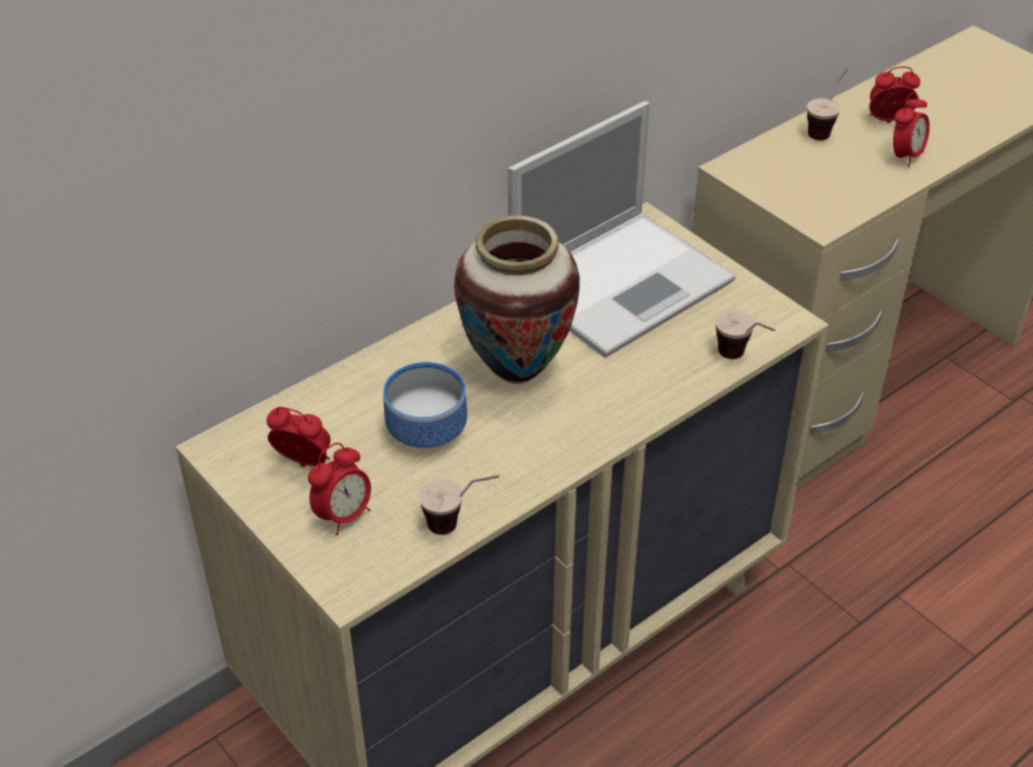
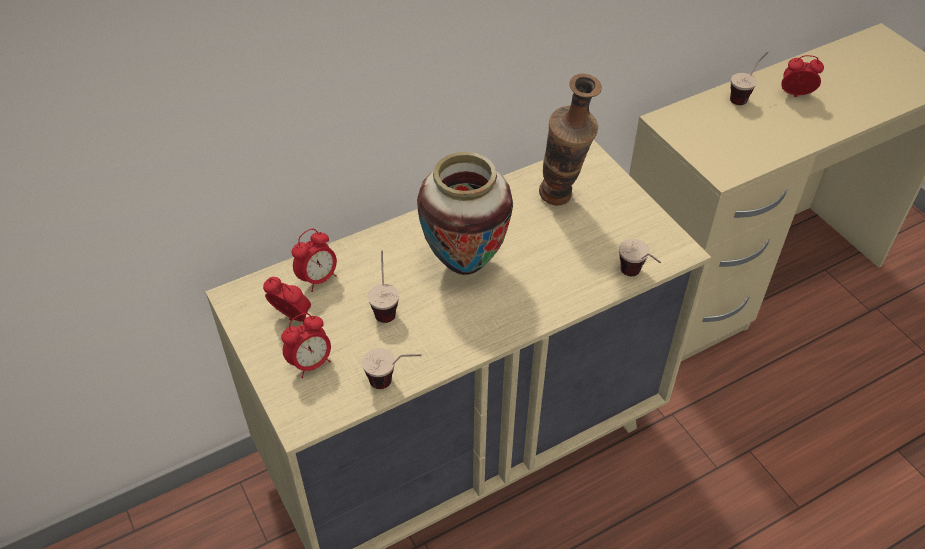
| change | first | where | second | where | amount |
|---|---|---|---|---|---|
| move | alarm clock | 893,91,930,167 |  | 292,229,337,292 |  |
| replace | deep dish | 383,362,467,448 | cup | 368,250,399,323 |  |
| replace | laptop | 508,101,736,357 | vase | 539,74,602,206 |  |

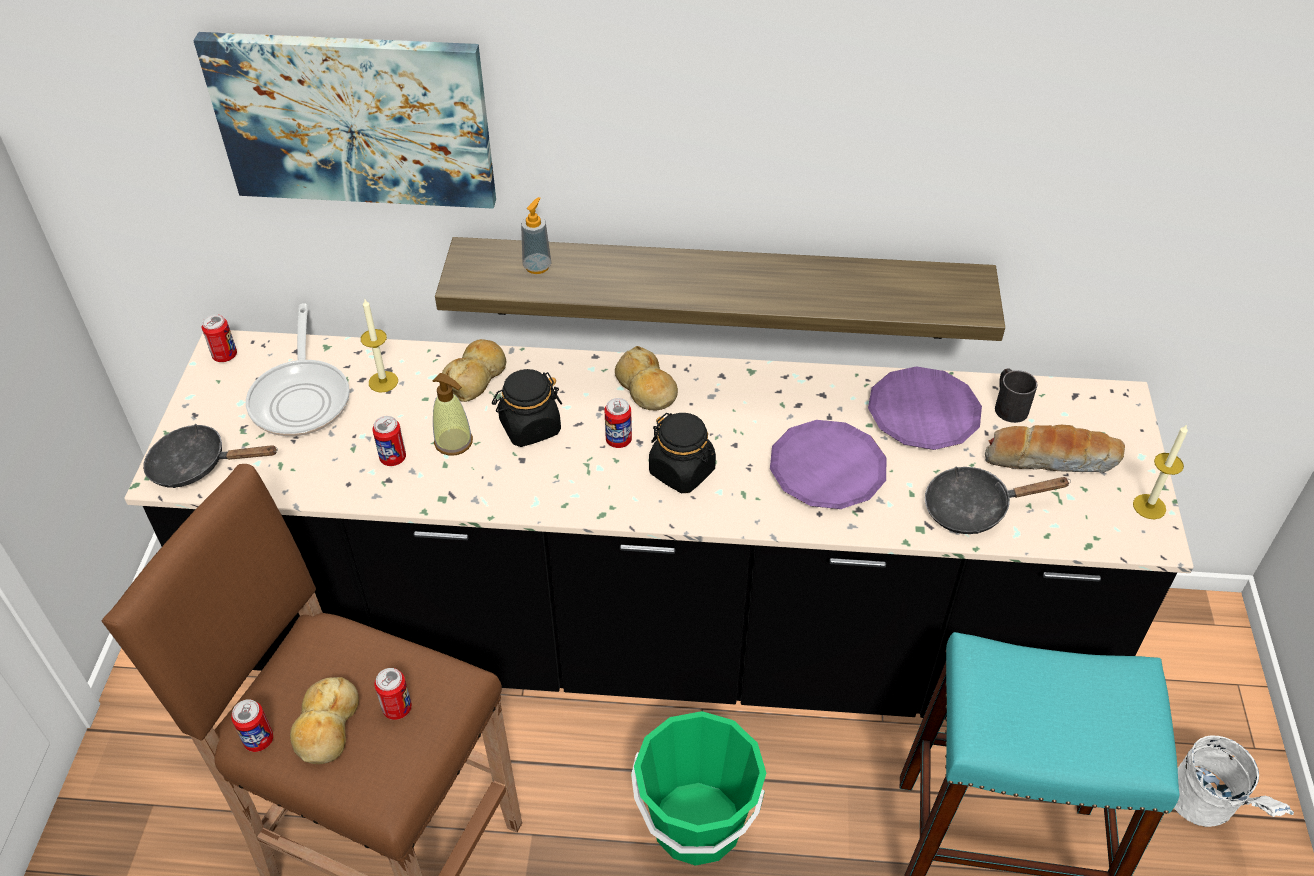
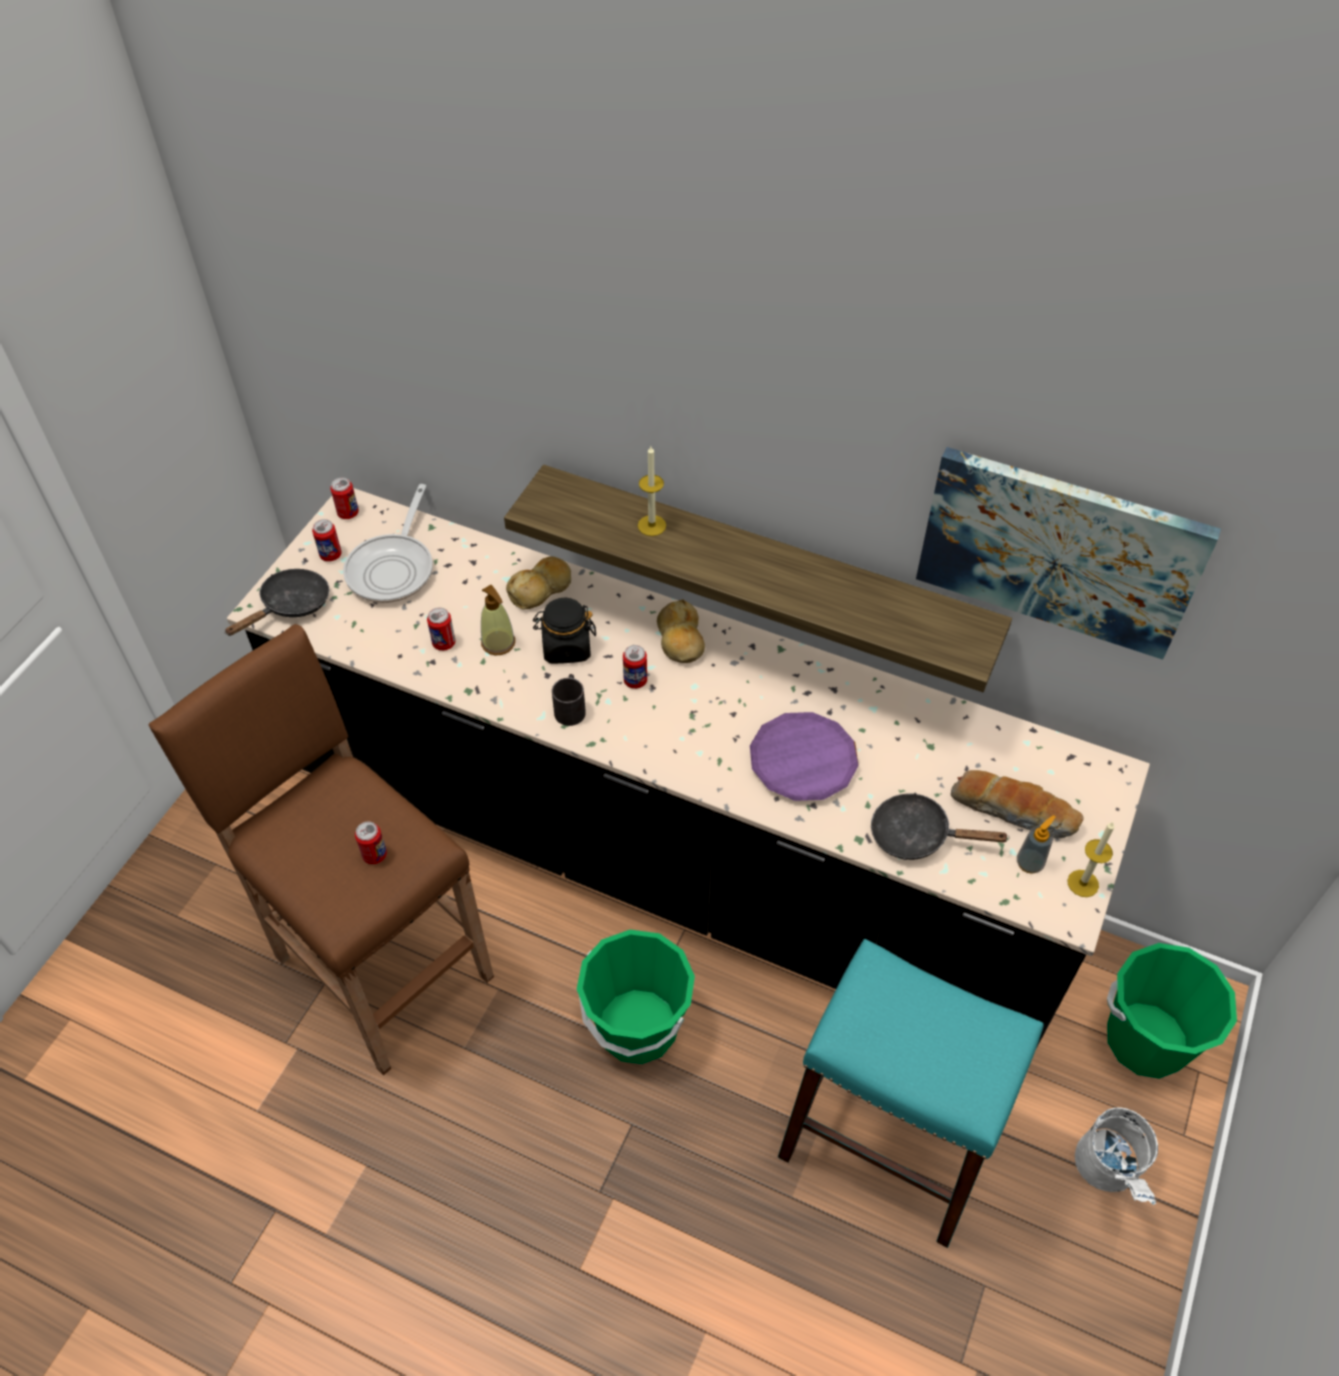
| change | first | where | second | where | amount |
|---|---|---|---|---|---|
| rotate | black-coloured frying pan | 143,424,278,488 |  | 225,569,329,636 | 105 degrees clockwise |
| move | can | 231,699,273,752 |  | 312,519,342,562 |  |
| move | black-coloured mug | 995,369,1037,423 |  | 552,674,586,726 |  |
| move | wax light | 361,299,398,393 |  | 638,446,666,536 |  |
| move | picture | 193,32,496,209 |  | 916,447,1221,659 |  |
| move | liquid soap bottle | 521,197,552,274 |  | 1017,815,1055,874 |  |
| insert |  |  | green bucket | 1107,943,1237,1079 |  |
| delete | baked bread | 290,677,359,764 |  |  |  |
| delete | black-coloured storage jar | 649,413,716,493 |  |  |  |
| delete | purplish plate | 868,366,982,450 |  |  |  |

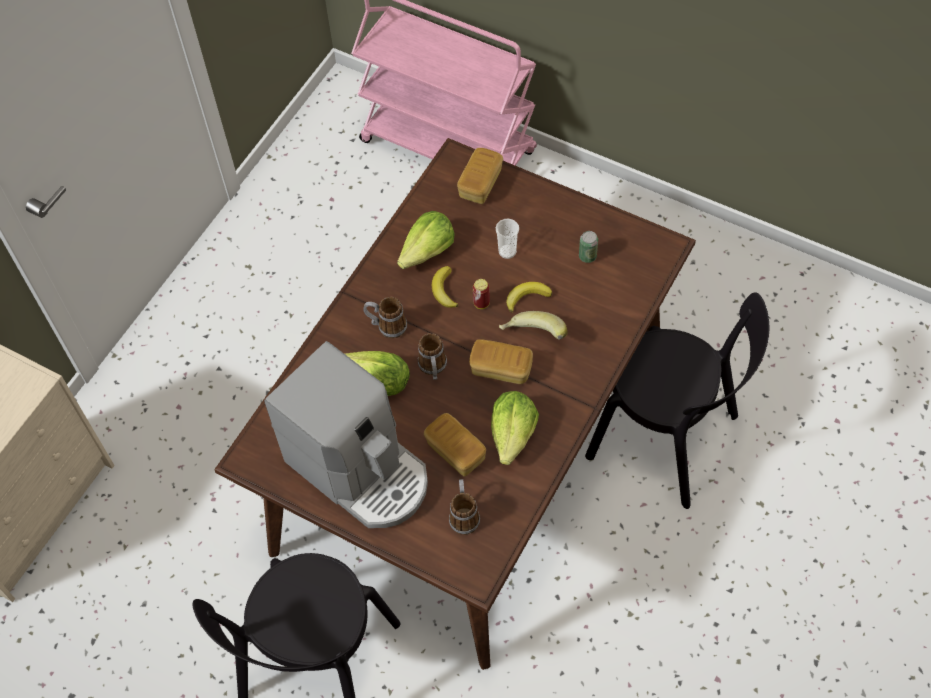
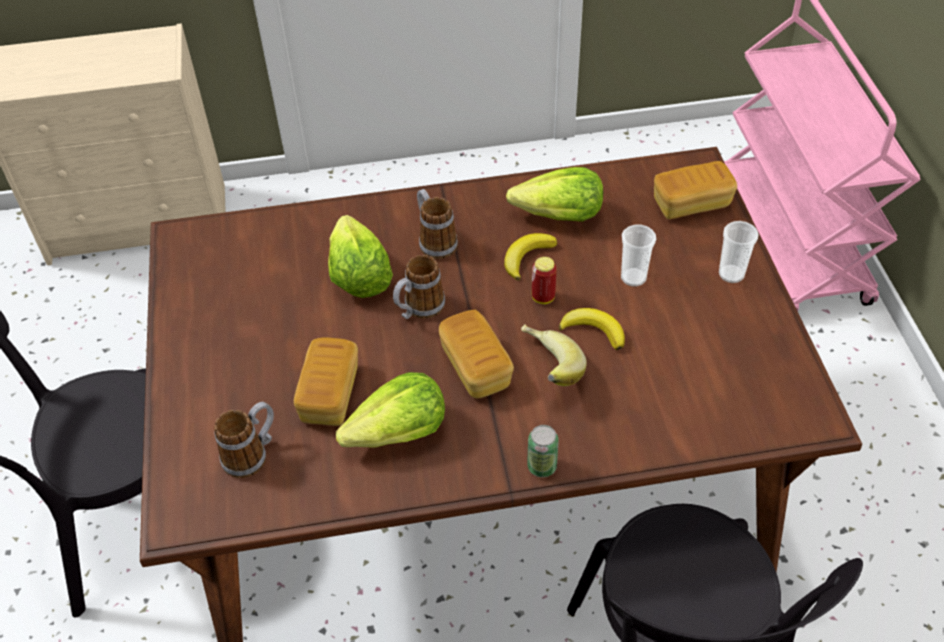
| change | first | where | second | where | amount |
|---|---|---|---|---|---|
| move | can | 579,231,598,263 |  | 527,425,559,477 |  |
| insert |  |  | cup | 719,221,759,283 |  |
| delete | coffee machine | 264,341,428,528 |  |  |  |

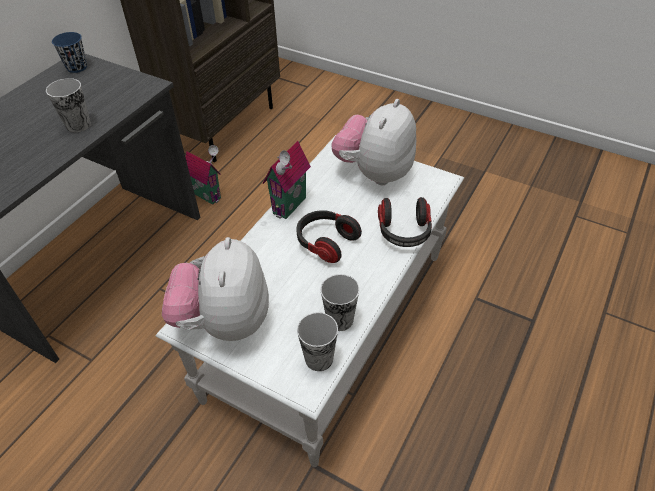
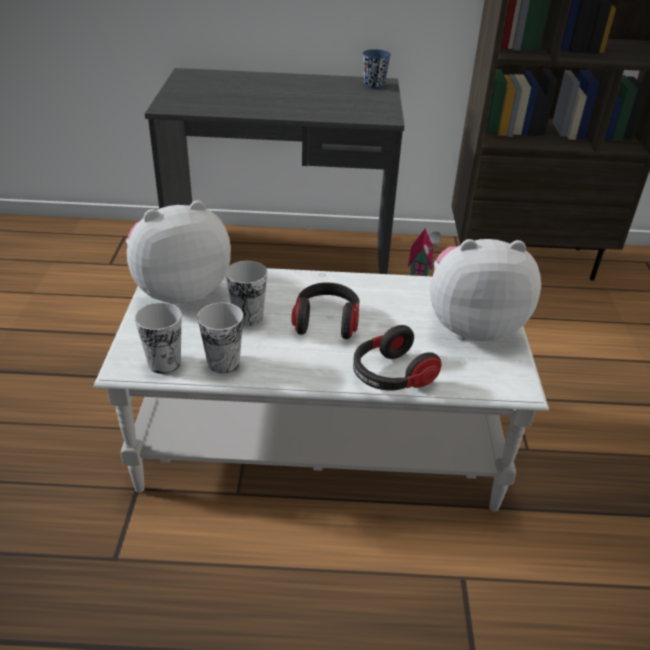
| change | first | where | second | where | amount |
|---|---|---|---|---|---|
| move | cup | 46,78,91,133 |  | 226,261,268,326 |  |
| delete | toy house | 263,141,311,219 |  |  |  |

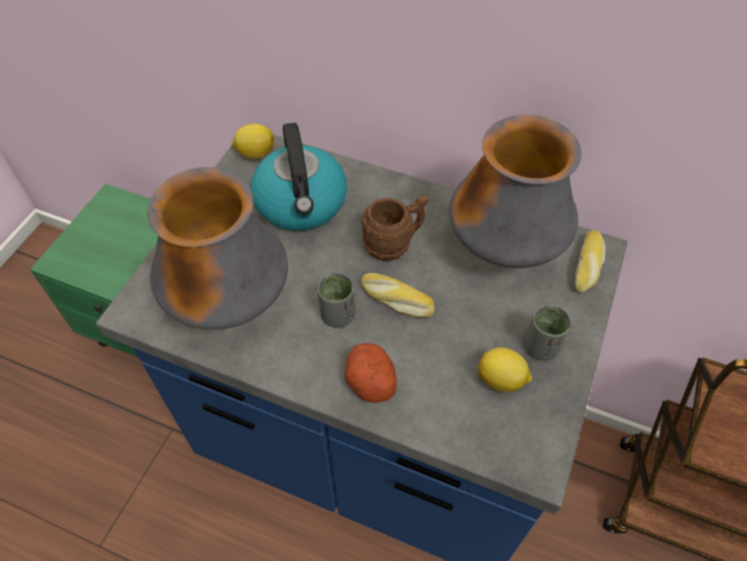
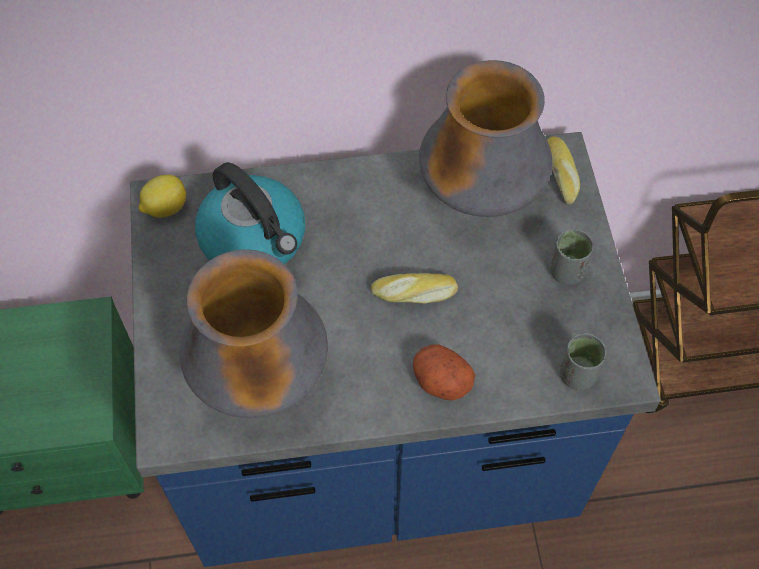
| change | first | where | second | where | amount |
|---|---|---|---|---|---|
| move | grey cup | 317,272,355,328 |  | 560,333,606,390 |  |
| delete | brown mug | 361,195,428,261 |  |  |  |
| delete | citrus fruit | 478,347,532,392 |  |  |  |

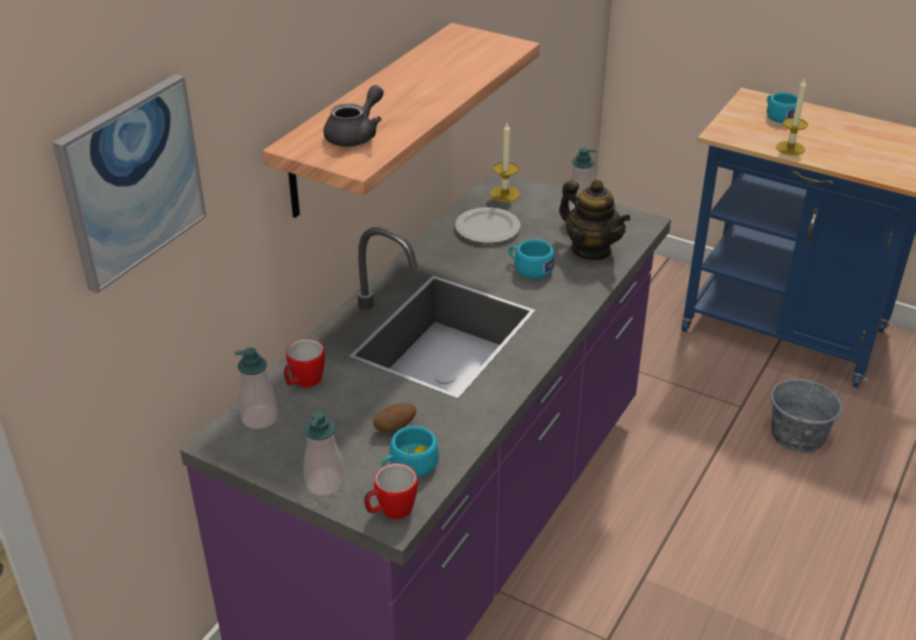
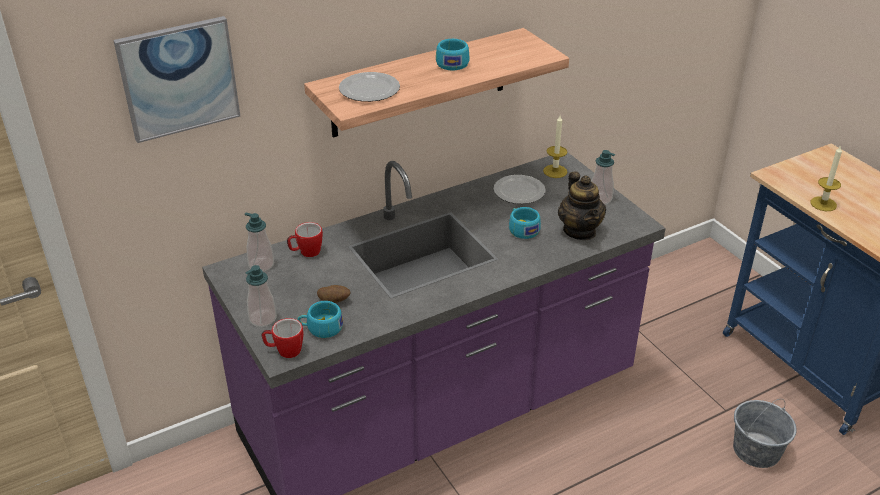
| change | first | where | second | where | amount |
|---|---|---|---|---|---|
| replace | grey teapot | 324,85,384,147 | plate | 339,72,400,102 |  |
| move | blue-green cup | 767,92,798,123 |  | 436,39,469,71 |  |

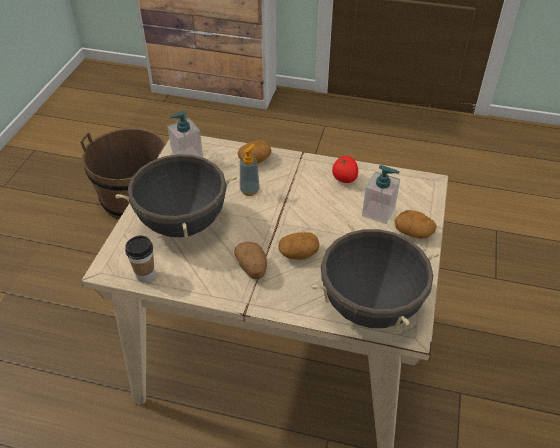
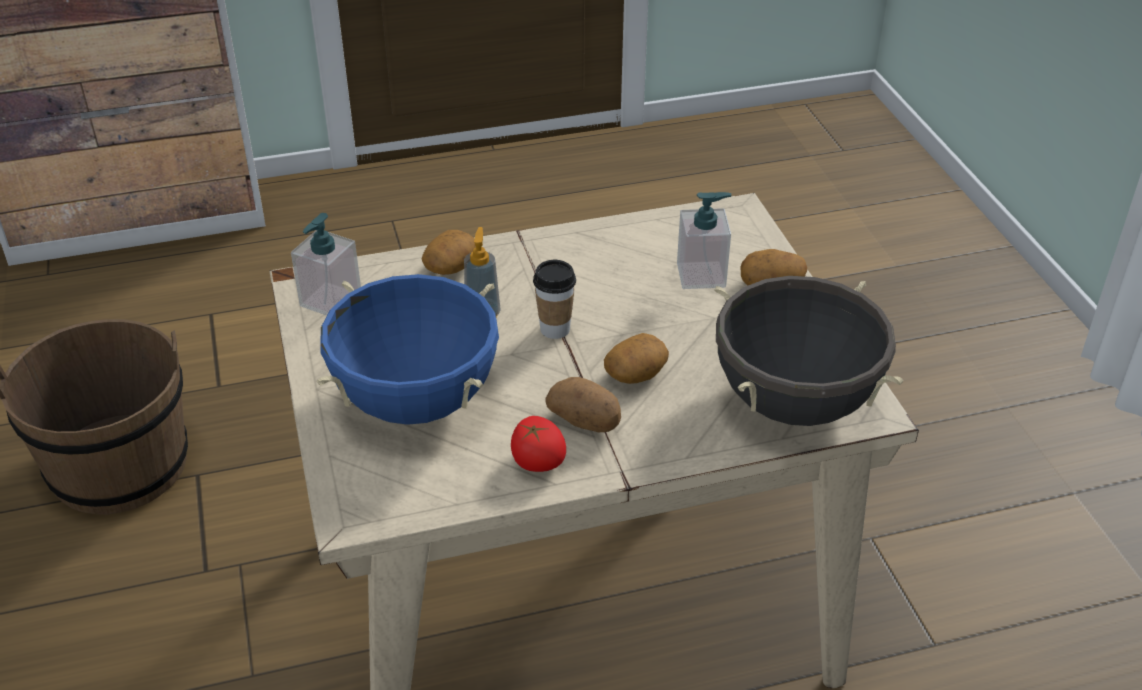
| change | first | where | second | where | amount |
|---|---|---|---|---|---|
| recolor | black-coloured cooking pot | 115,149,237,237 | bluish cooking pot | 317,274,499,425 |  |
| move | tomato | 332,156,358,183 |  | 511,416,566,472 |  |
| move | cup | 125,236,155,283 |  | 533,260,576,339 |  |

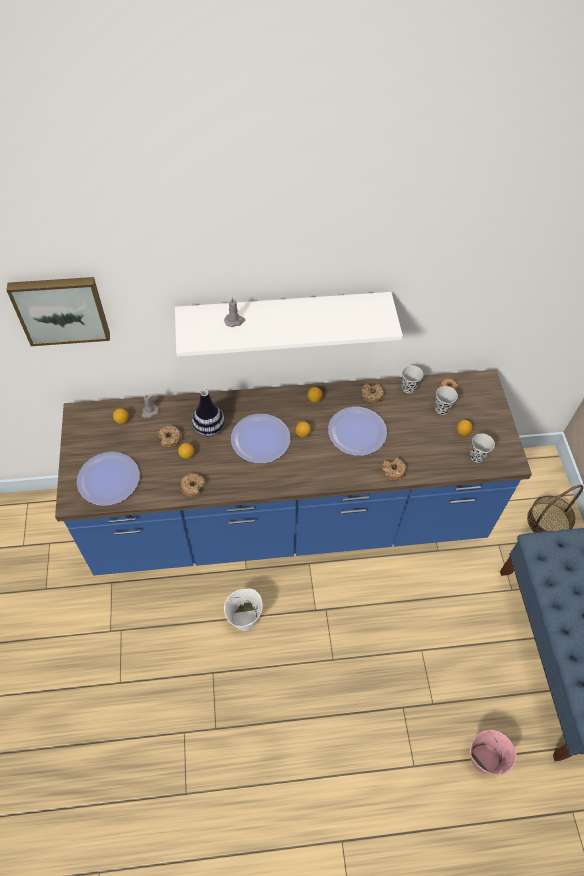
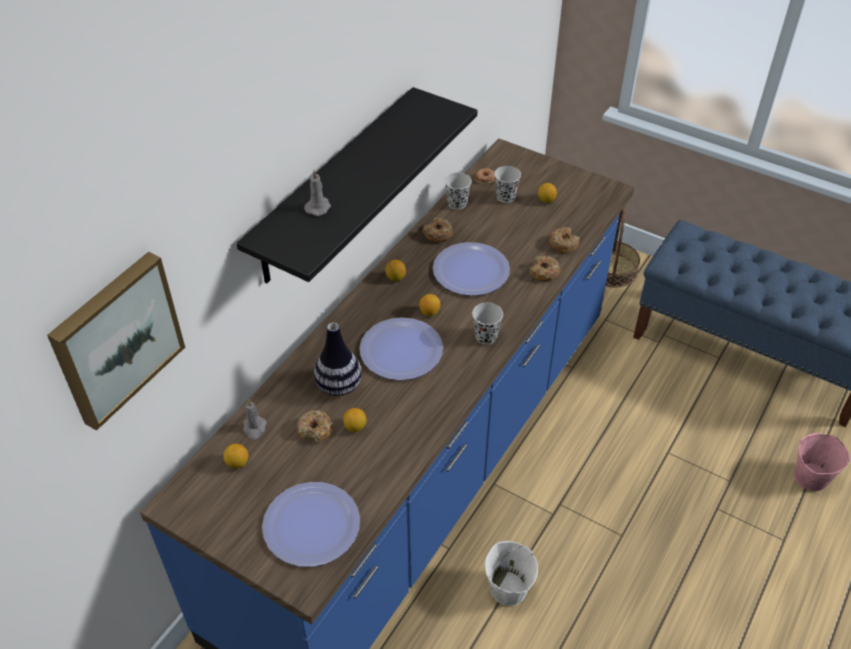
| change | first | where | second | where | amount |
|---|---|---|---|---|---|
| recolor | whitish shelf | 175,292,403,357 | black-coloured shelf | 236,87,477,284 |  |
| move | black-coloured cup | 470,434,495,463 |  | 472,303,503,345 |  |
| move | doughnut | 180,473,206,497 |  | 549,227,579,253 |  |

